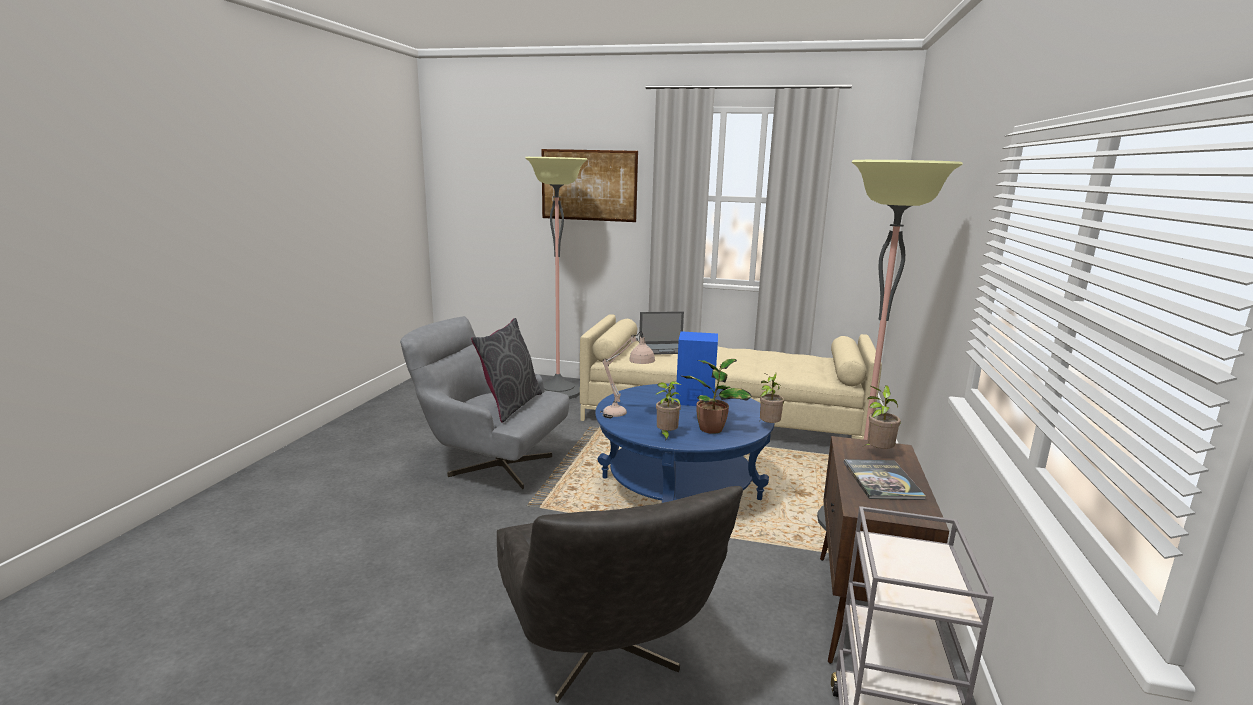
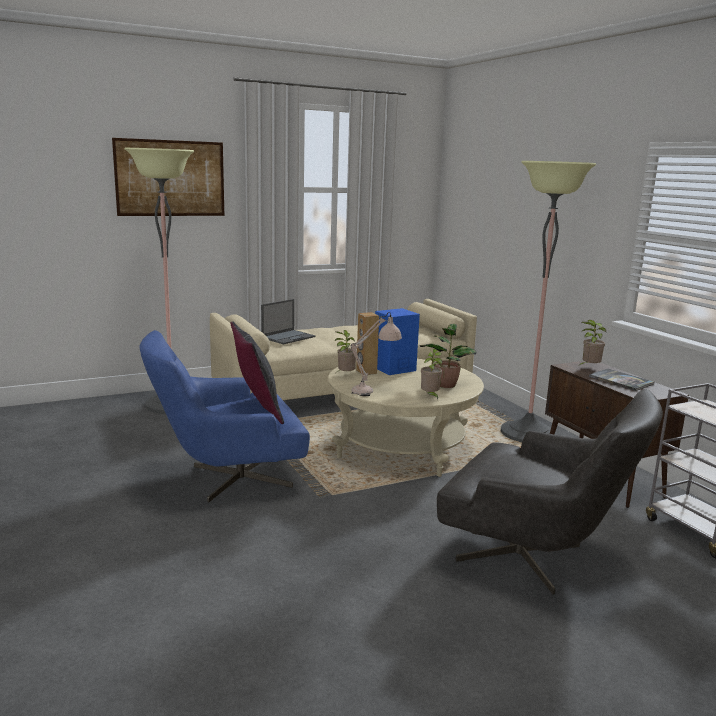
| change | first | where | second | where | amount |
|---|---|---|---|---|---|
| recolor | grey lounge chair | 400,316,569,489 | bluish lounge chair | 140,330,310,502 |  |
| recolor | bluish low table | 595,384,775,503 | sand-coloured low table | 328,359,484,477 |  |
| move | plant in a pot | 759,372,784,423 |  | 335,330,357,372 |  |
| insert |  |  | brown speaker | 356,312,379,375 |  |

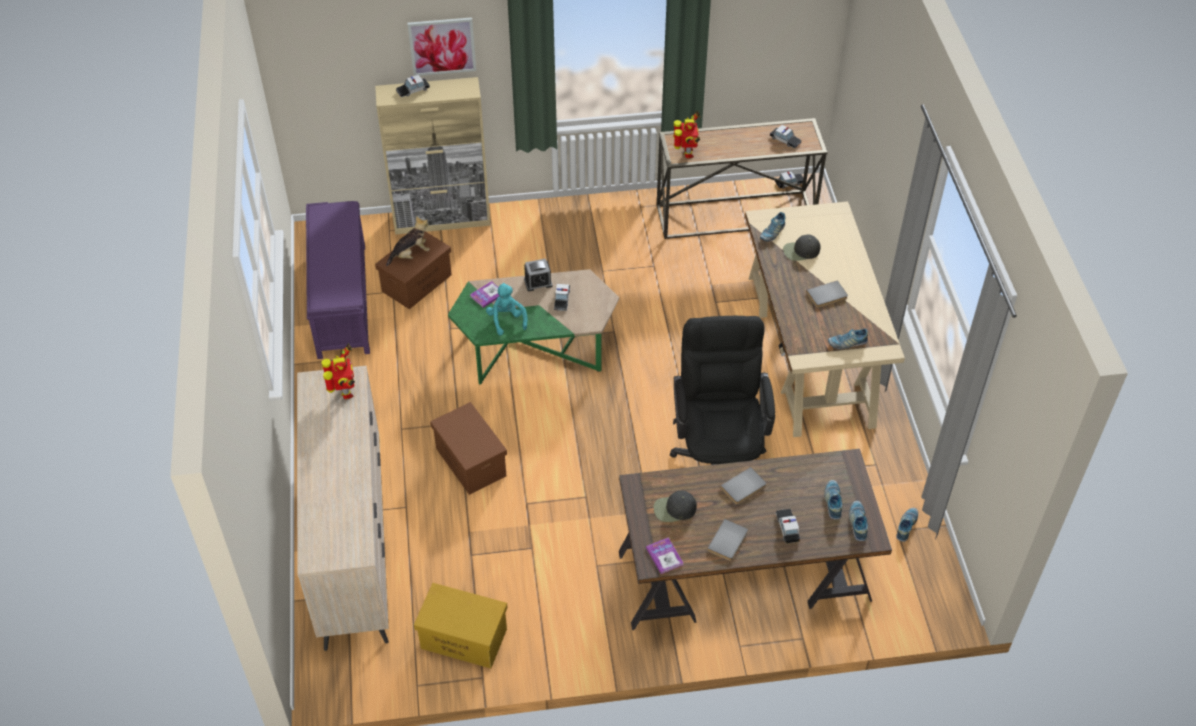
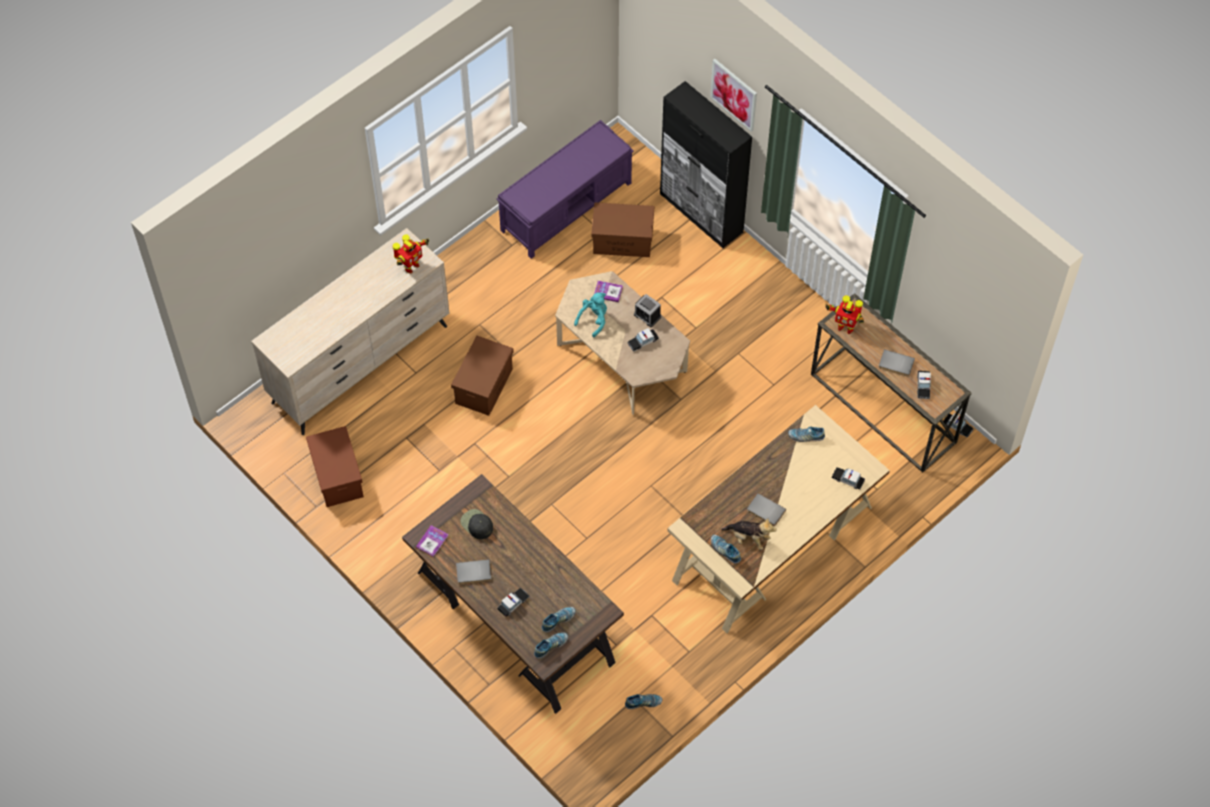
| change | first | where | second | where | amount |
|---|---|---|---|---|---|
| recolor | yellow storage bin | 414,583,508,668 | brown storage bin | 306,426,364,507 |  |
| recolor | green low table | 448,269,619,385 | sand-coloured low table | 555,271,690,415 |  |
| recolor | sand-coloured cabinet | 375,77,491,235 | black-coloured cabinet | 660,81,752,248 |  |
| move | plush toy | 386,216,430,266 |  | 721,519,776,550 |  |
| rotate | robot figure | 673,111,700,159 |  | 825,295,864,334 | 60 degrees clockwise |
| move | miniature car | 396,75,430,97 |  | 831,467,865,490 |  |
| move | grey bound book | 720,467,766,505 |  | 879,349,915,377 |  |
| delete | black-coloured computer chair | 670,316,775,465 |  |  |  |
| delete | black-coloured cap | 783,234,821,261 |  |  |  |

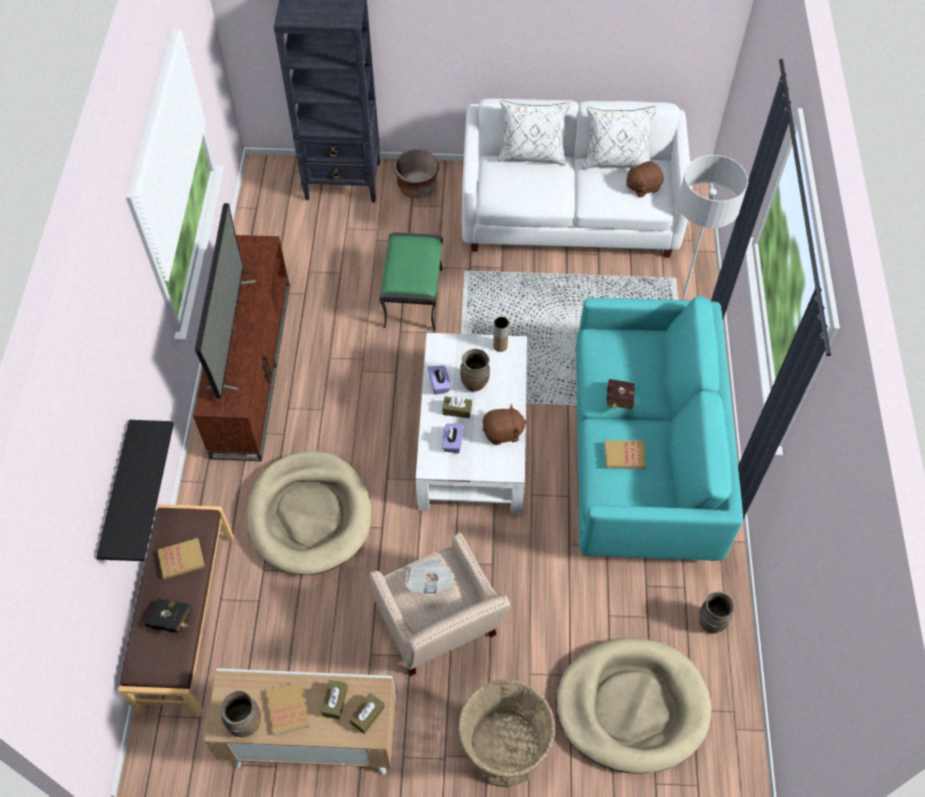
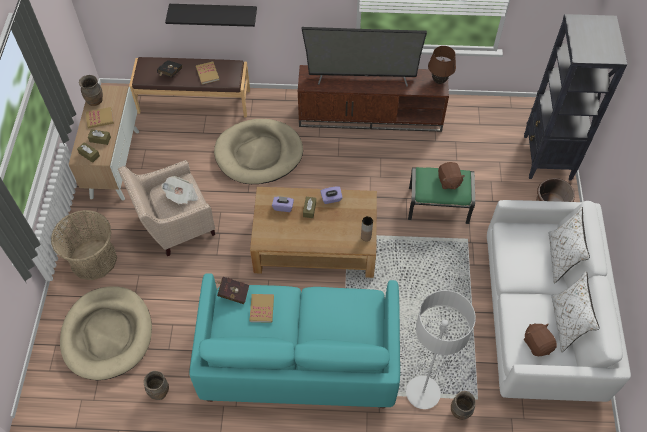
| change | first | where | second | where | amount |
|---|---|---|---|---|---|
| move | red-coloured bound book | 606,379,635,411 |  | 216,277,249,304 |  |
| recolor | whitish low table | 416,333,527,514 | brown low table | 250,187,377,278 |  |
| insert |  |  | brown tabletop lamp | 428,46,456,84 |  |
| move | brown plush toy | 482,403,527,445 |  | 438,162,465,190 |  |
| move | brown vase | 460,349,490,391 |  | 451,391,476,420 |  |

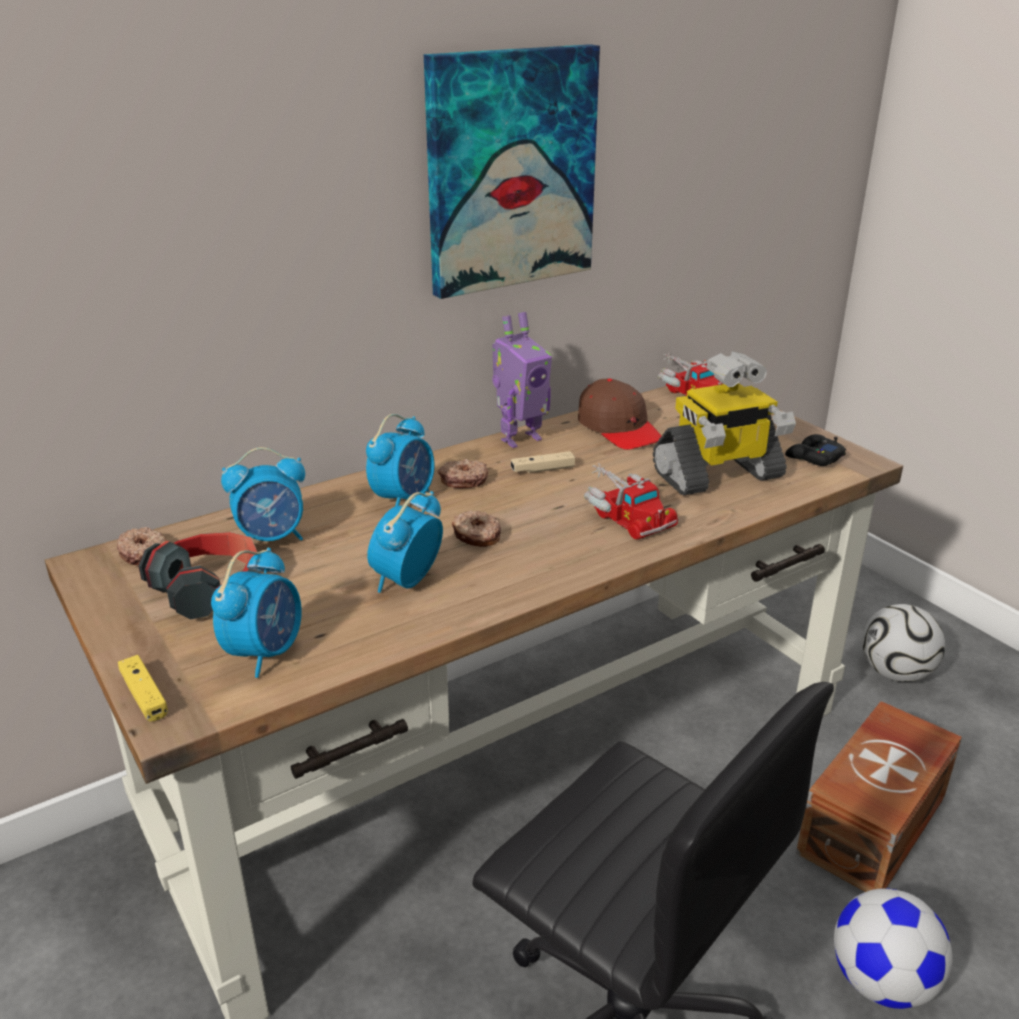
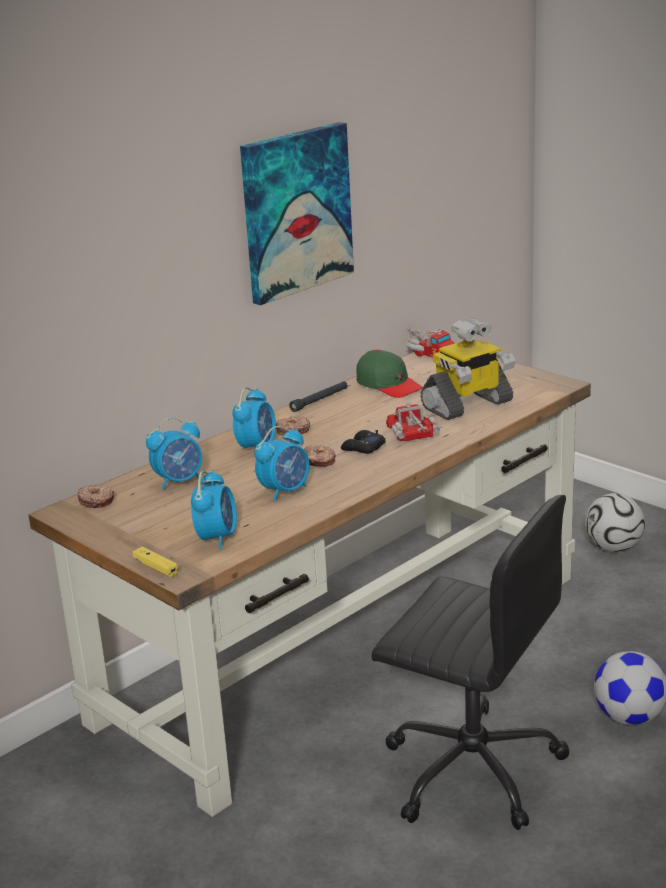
| change | first | where | second | where | amount |
|---|---|---|---|---|---|
| rotate | alarm clock | 367,491,443,593 |  | 254,426,310,501 | 150 degrees counterclockwise |
| replace | robot figure | 492,312,552,448 | black-coloured flashlight | 289,381,348,412 |  |
| move | black-coloured game controller | 785,434,846,466 |  | 341,430,386,454 |  |
| recolor | brown cap | 578,379,662,450 | green cap | 357,349,423,398 |  |
| rotate | toy truck | 584,463,678,539 |  | 386,402,440,441 | 150 degrees counterclockwise |
| delete | pair of headphones | 138,532,261,620 |  |  |  |
| delete | sand-coloured game controller | 511,451,575,473 |  |  |  |
| delete | brown storage bin | 796,701,962,892 |  |  |  |

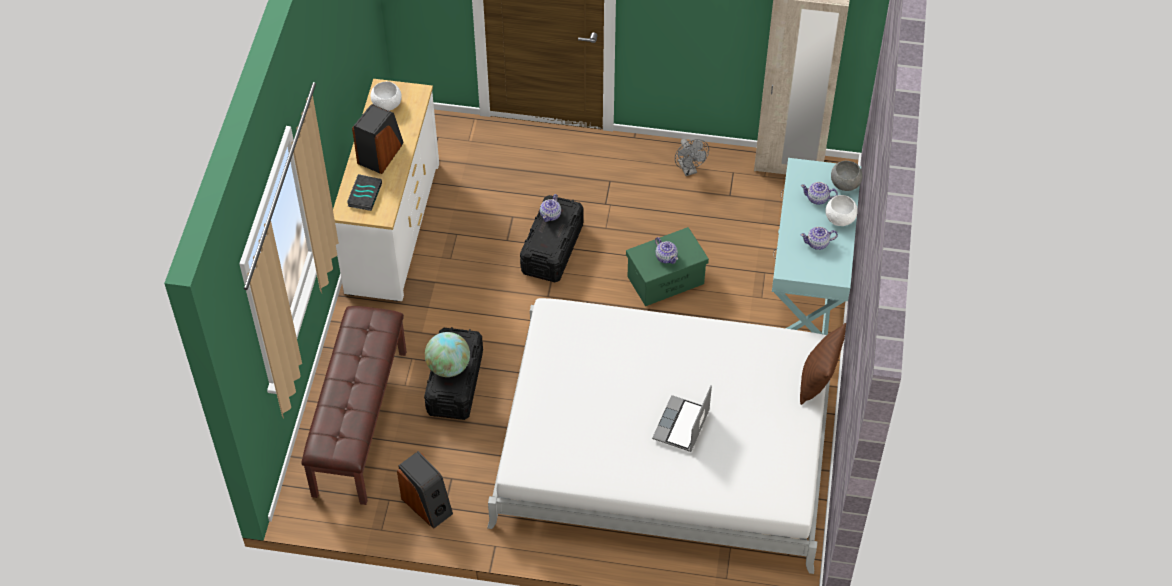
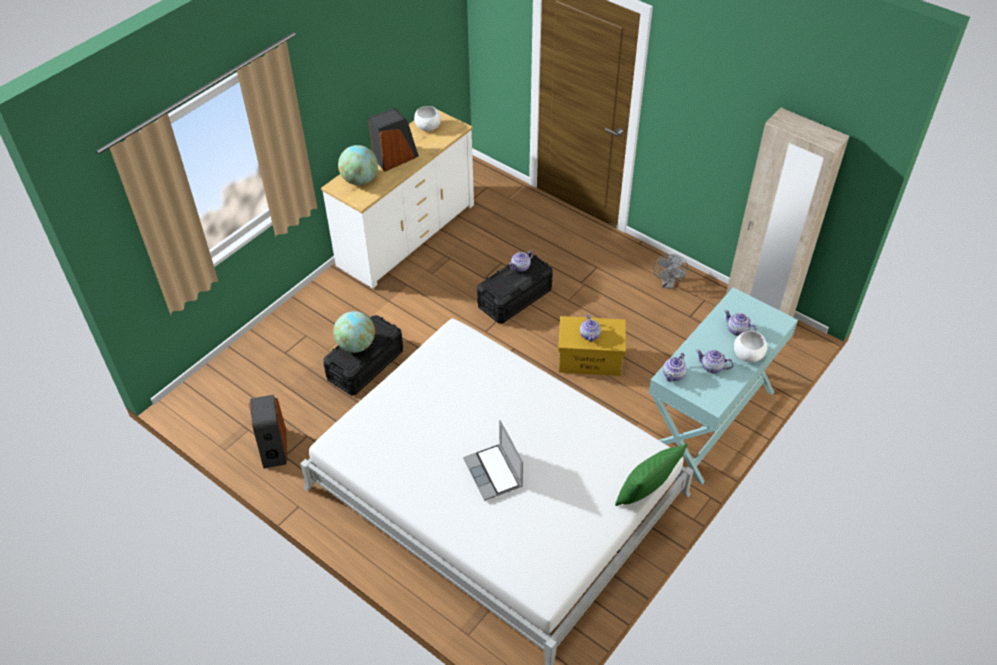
| change | first | where | second | where | amount |
|---|---|---|---|---|---|
| replace | bound book | 347,174,382,211 | world globe | 338,145,378,185 |  |
| rotate | laptop | 652,386,712,452 |  | 463,420,523,501 | 75 degrees counterclockwise |
| recolor | green storage bin | 626,227,709,306 | yellow storage bin | 558,316,626,376 |  |
| recolor | brown throw pillow | 800,323,846,405 | green throw pillow | 615,444,688,506 |  |
| insert |  |  | teapot | 663,353,687,382 |  |
| delete | brown bench | 301,306,407,505 |  |  |  |
| delete | grey deep dish | 831,161,863,191 |  |  |  |

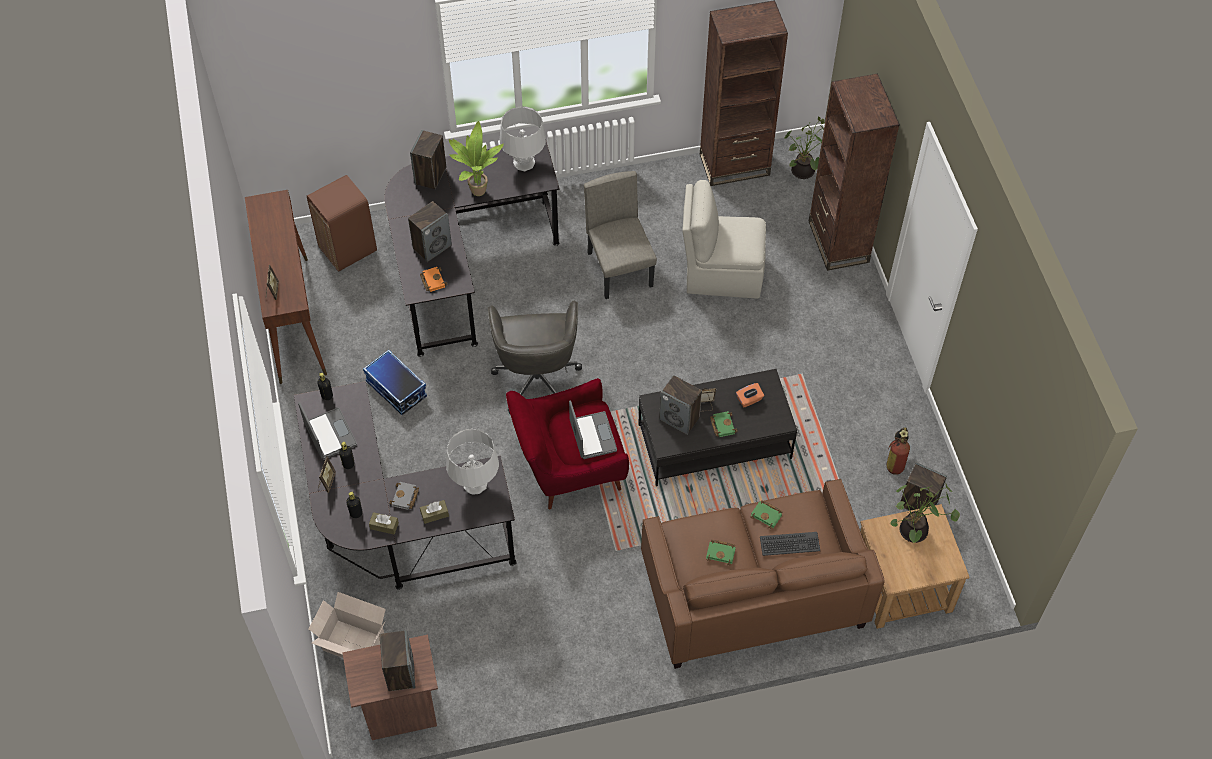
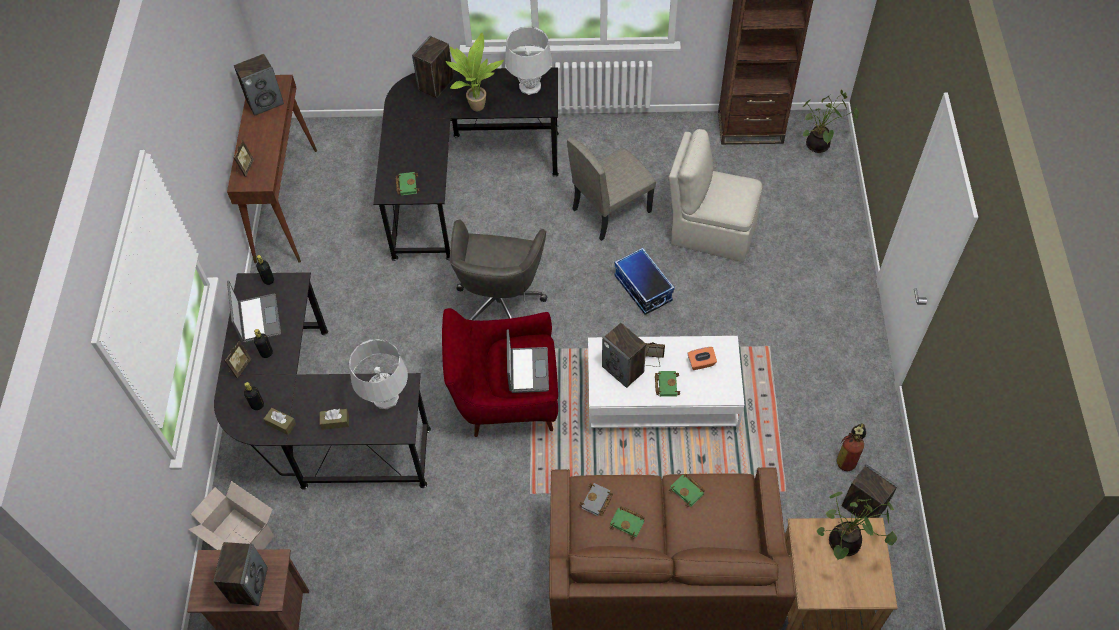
| change | first | where | second | where | amount |
|---|---|---|---|---|---|
| move | speaker | 408,201,452,262 |  | 234,54,284,116 |  |
| recolor | orange-coloured bound book | 420,267,447,292 | green bound book | 396,172,420,195 |  |
| rotate | sand-coloured chair | 584,171,657,299 |  | 567,137,656,241 | 120 degrees counterclockwise |
| move | grey bound book | 389,482,419,510 |  | 579,483,613,516 |  |
| recolor | black-coloured low table | 638,369,797,486 | whitish low table | 588,336,744,434 |  |
| move | storage bin | 363,350,427,415 |  | 615,248,675,315 |  |
| delete | brown trash can | 307,175,377,271 |  |  |  |
| delete | computer keyboard | 760,532,820,556 |  |  |  |
| delete | brown bookshelf | 809,74,900,271 |  |  |  |

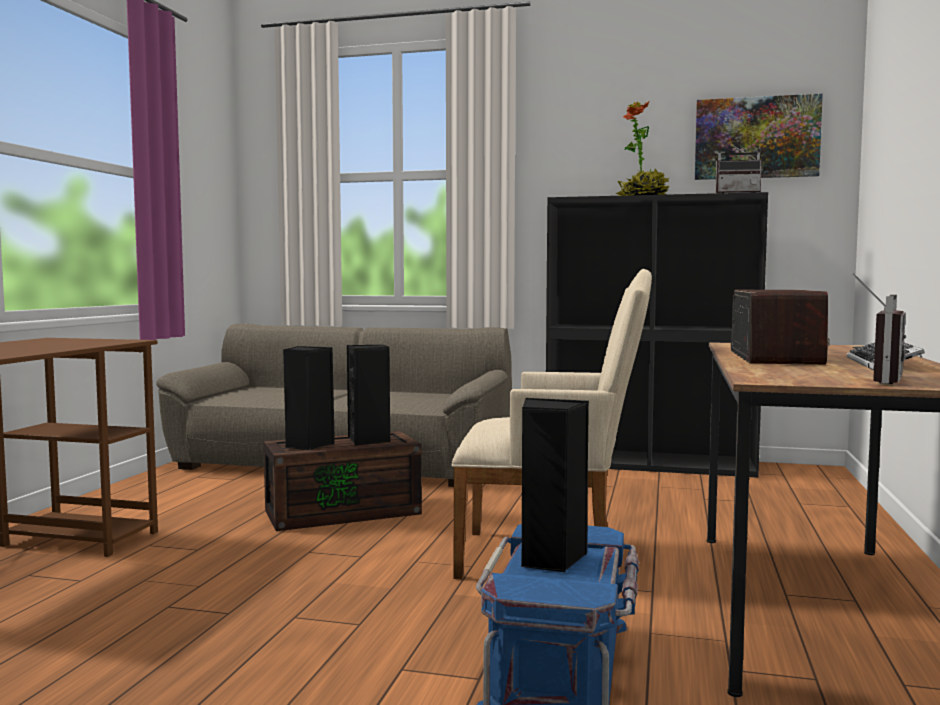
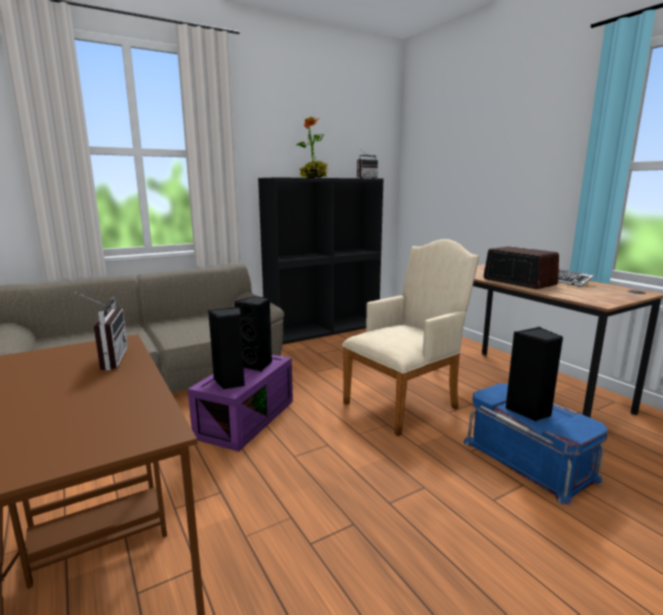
| change | first | where | second | where | amount |
|---|---|---|---|---|---|
| move | radio set | 852,273,906,384 |  | 75,292,128,370 |  |
| recolor | brown storage bin | 263,431,422,531 | purplish storage bin | 188,355,293,452 |  |
| delete | picture | 695,93,823,180 |  |  |  |

